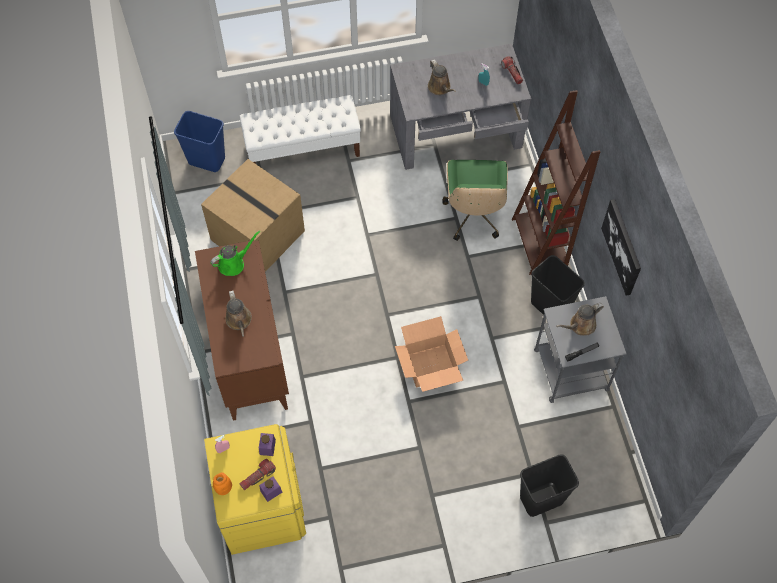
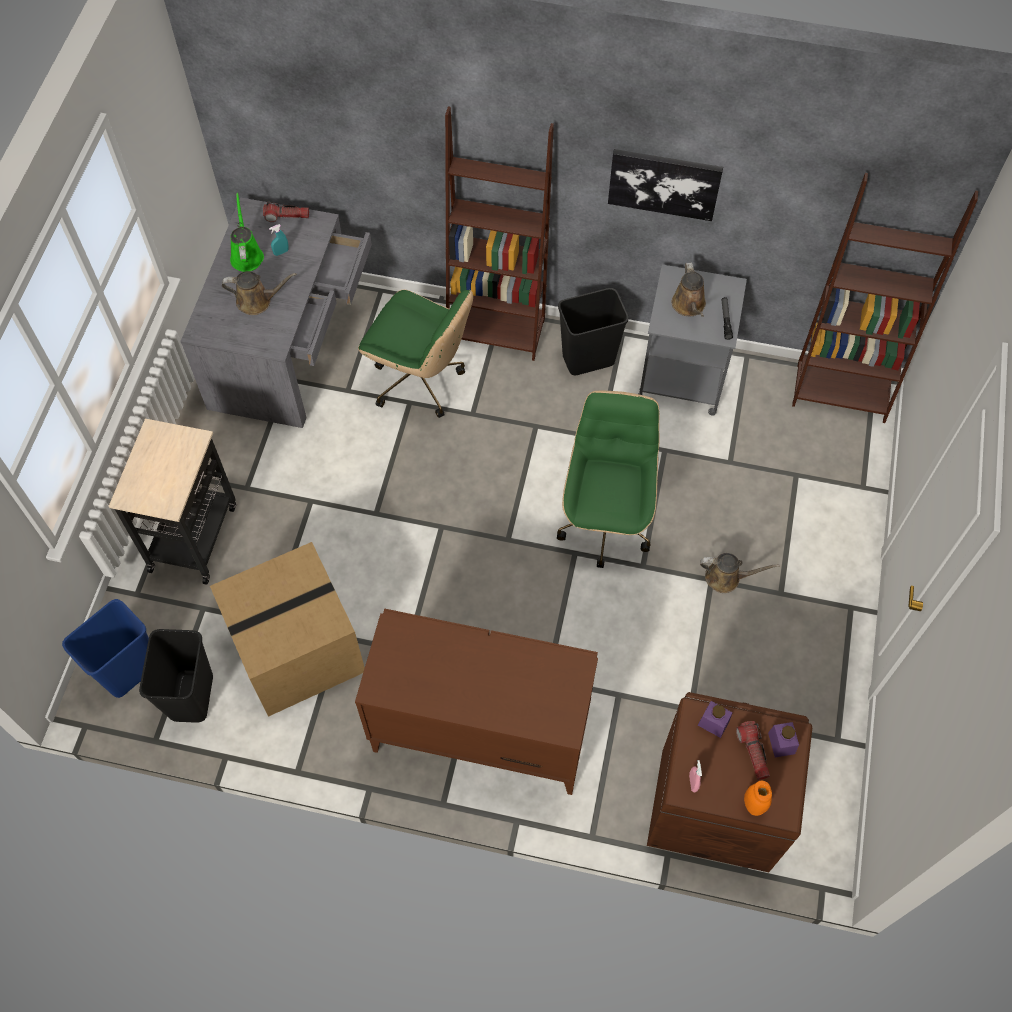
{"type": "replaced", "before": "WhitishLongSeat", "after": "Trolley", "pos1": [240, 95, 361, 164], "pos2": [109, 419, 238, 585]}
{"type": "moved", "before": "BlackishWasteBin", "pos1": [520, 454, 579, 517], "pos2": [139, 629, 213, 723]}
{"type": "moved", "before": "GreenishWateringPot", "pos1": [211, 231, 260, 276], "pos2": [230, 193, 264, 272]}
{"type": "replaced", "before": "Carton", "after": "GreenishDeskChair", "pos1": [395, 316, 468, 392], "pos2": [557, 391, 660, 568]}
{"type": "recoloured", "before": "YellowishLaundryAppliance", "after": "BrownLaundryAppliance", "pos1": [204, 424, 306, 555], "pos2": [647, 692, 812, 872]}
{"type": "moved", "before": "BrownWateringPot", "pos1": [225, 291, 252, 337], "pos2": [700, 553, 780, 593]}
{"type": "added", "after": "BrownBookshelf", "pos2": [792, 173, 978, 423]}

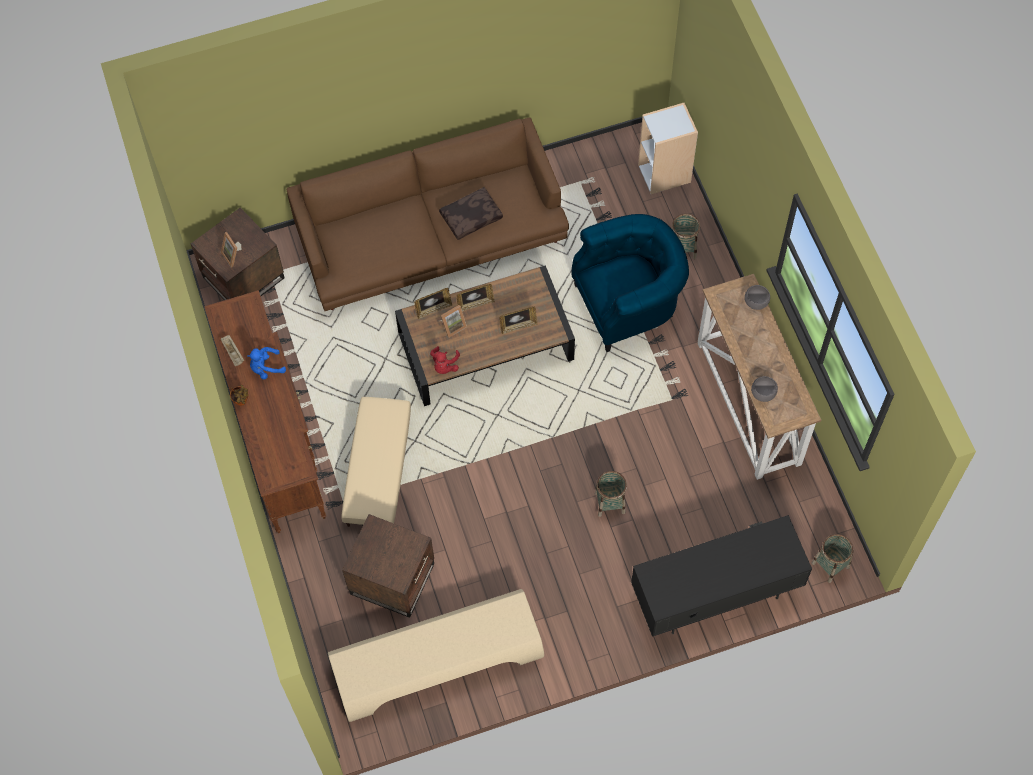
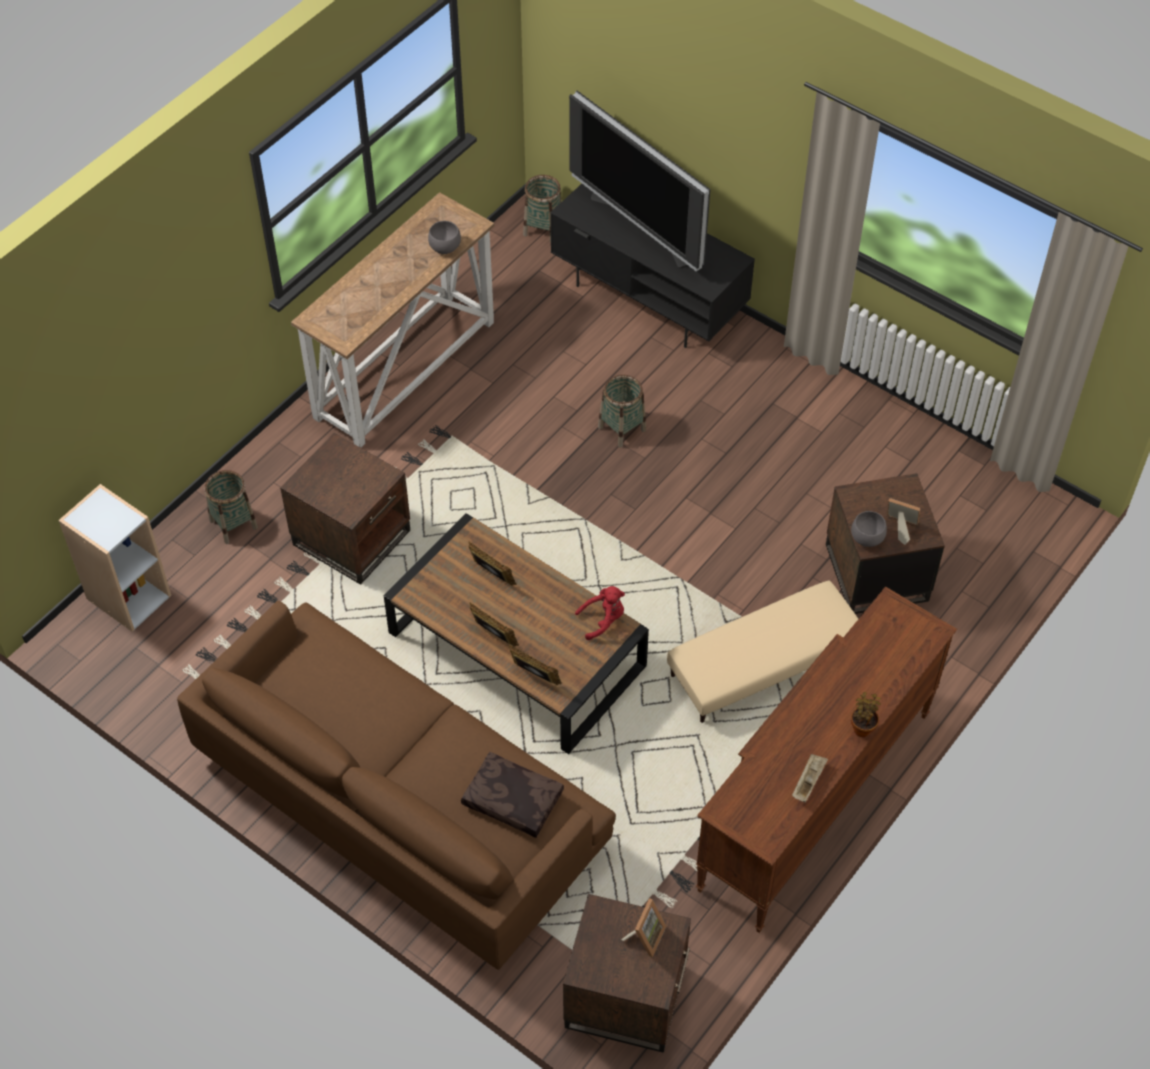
{"type": "replaced", "before": "BluishLoungeChair", "after": "BrownEndTable", "pos1": [572, 214, 689, 352], "pos2": [280, 433, 410, 585]}
{"type": "moved", "before": "BrownPillow", "pos1": [439, 187, 503, 240], "pos2": [461, 752, 564, 838]}
{"type": "added", "after": "Television", "pos2": [569, 91, 710, 272]}
{"type": "moved", "before": "GreyishDeepDish", "pos1": [745, 285, 770, 310], "pos2": [851, 511, 887, 547]}
{"type": "moved", "before": "PhotoFrame", "pos1": [439, 305, 467, 338], "pos2": [887, 498, 920, 545]}
{"type": "removed", "before": "BluishCuddlyToy", "pos1": [247, 347, 286, 379]}
{"type": "removed", "before": "BeigeColouredLongSeat", "pos1": [328, 589, 544, 722]}

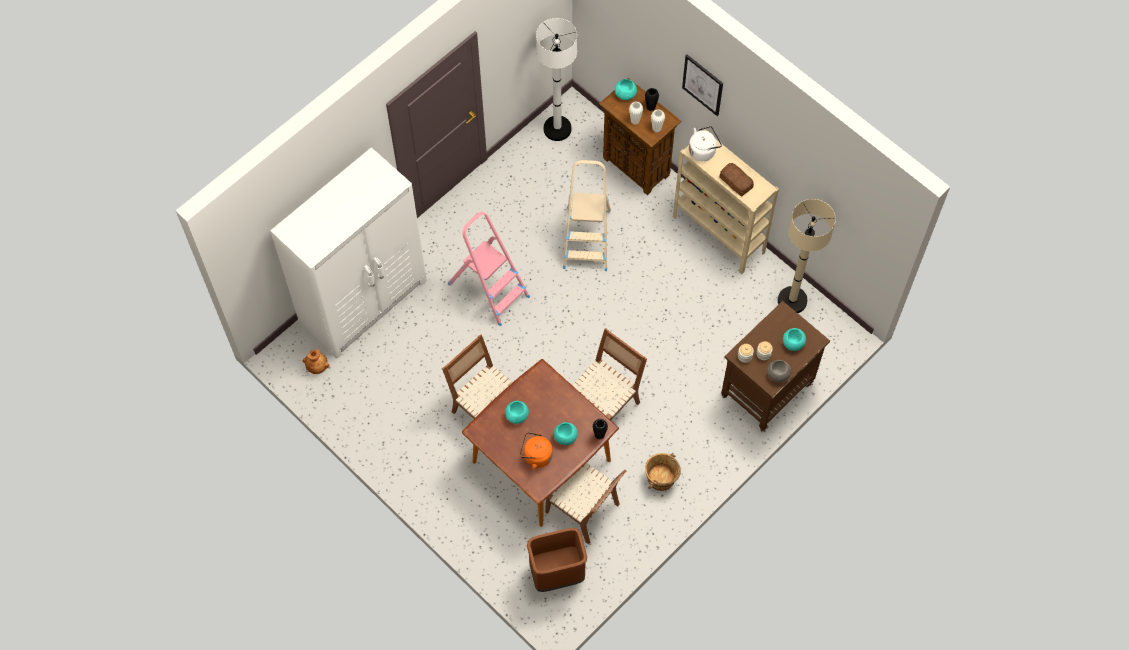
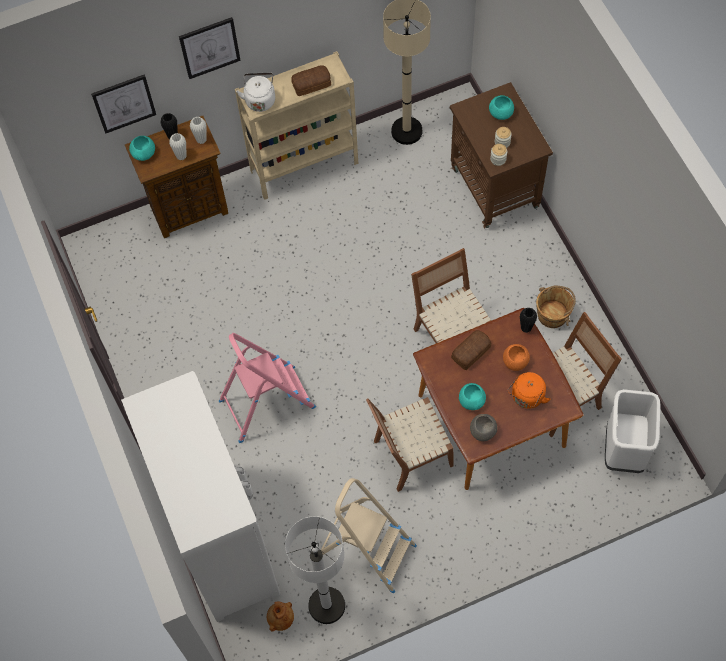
{"type": "added", "after": "Picture", "pos2": [91, 74, 156, 134]}
{"type": "moved", "before": "WhitishFloorLamp", "pos1": [536, 18, 577, 141], "pos2": [285, 516, 345, 624]}
{"type": "moved", "before": "BeigeColouredStepladder", "pos1": [563, 160, 611, 271], "pos2": [321, 478, 417, 593]}
{"type": "added", "after": "BakedBread", "pos2": [451, 330, 491, 370]}
{"type": "moved", "before": "GreyishDeepDish", "pos1": [767, 360, 791, 382], "pos2": [470, 414, 497, 441]}
{"type": "recoloured", "before": "BlueGreenDeepDish", "after": "OrangeDeepDish", "pos1": [554, 422, 578, 445], "pos2": [503, 344, 530, 371]}
{"type": "recoloured", "before": "BrownWasteBin", "after": "WhitishWasteBin", "pos1": [527, 528, 587, 592], "pos2": [605, 389, 661, 473]}

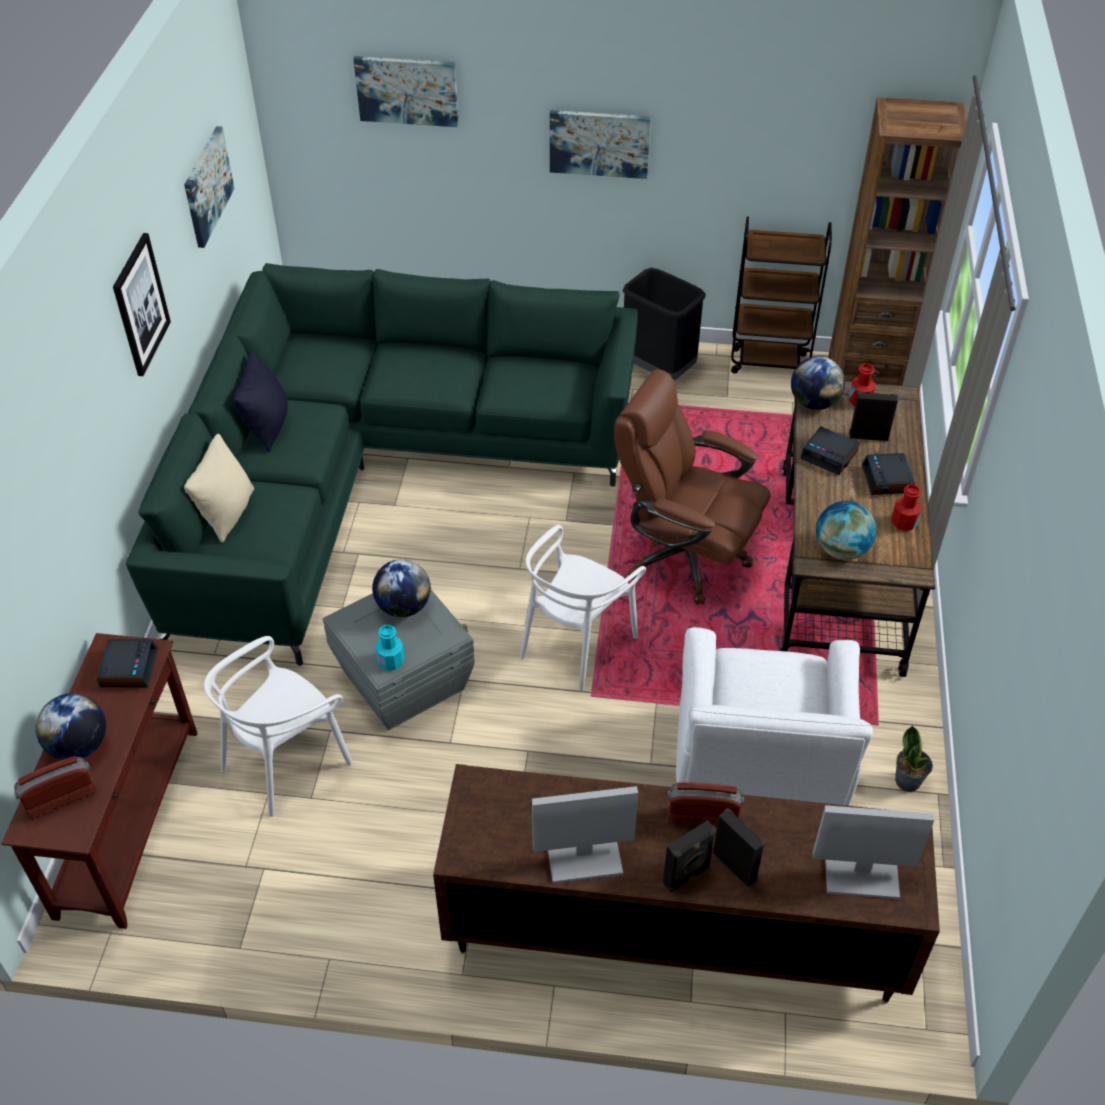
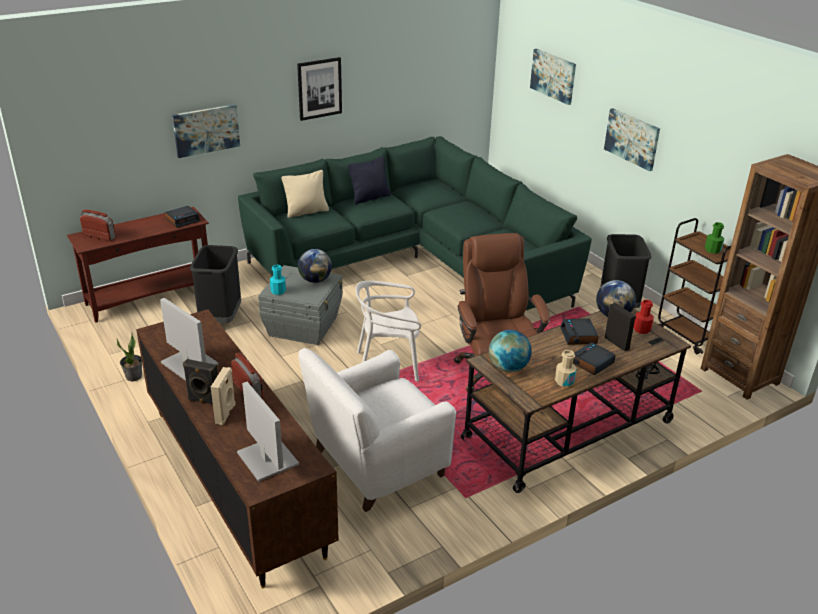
{"type": "moved", "before": "PlantInAPot", "pos1": [895, 725, 933, 792], "pos2": [117, 333, 142, 381]}
{"type": "moved", "before": "Picture", "pos1": [184, 126, 234, 248], "pos2": [172, 104, 240, 158]}
{"type": "replaced", "before": "WhitishUprightChair", "after": "BlackishWasteBin", "pos1": [204, 636, 353, 817], "pos2": [190, 245, 241, 323]}
{"type": "recoloured", "before": "BlackishAudioSpeaker", "after": "BeigeColouredAudioSpeaker", "pos1": [713, 808, 765, 887], "pos2": [211, 367, 236, 425]}
{"type": "recoloured", "before": "RedBottle", "after": "BeigeColouredBottle", "pos1": [892, 484, 921, 531], "pos2": [555, 350, 577, 387]}
{"type": "added", "after": "GreenishBottle", "pos2": [705, 222, 724, 254]}
{"type": "removed", "before": "DeskGlobe", "pos1": [36, 693, 106, 760]}

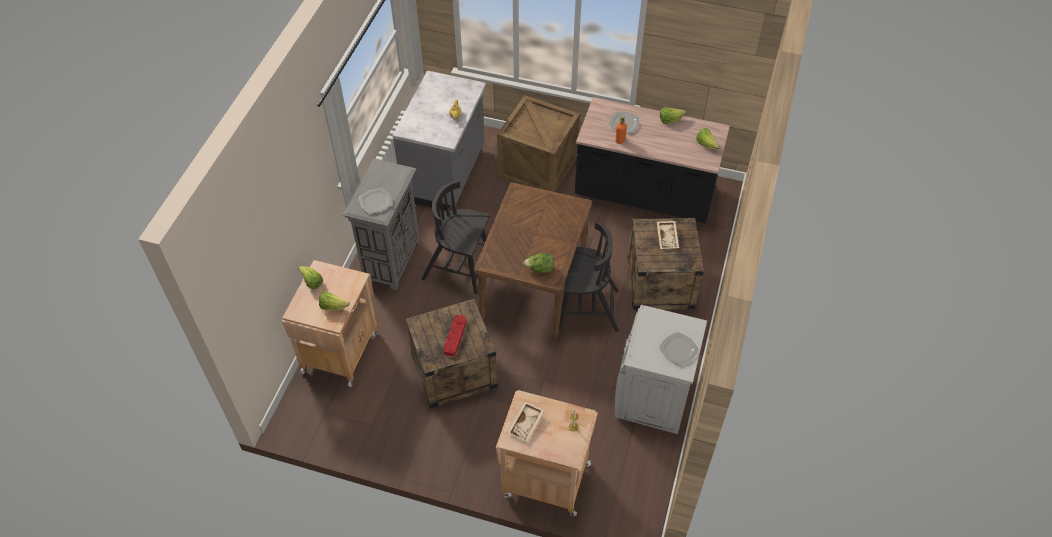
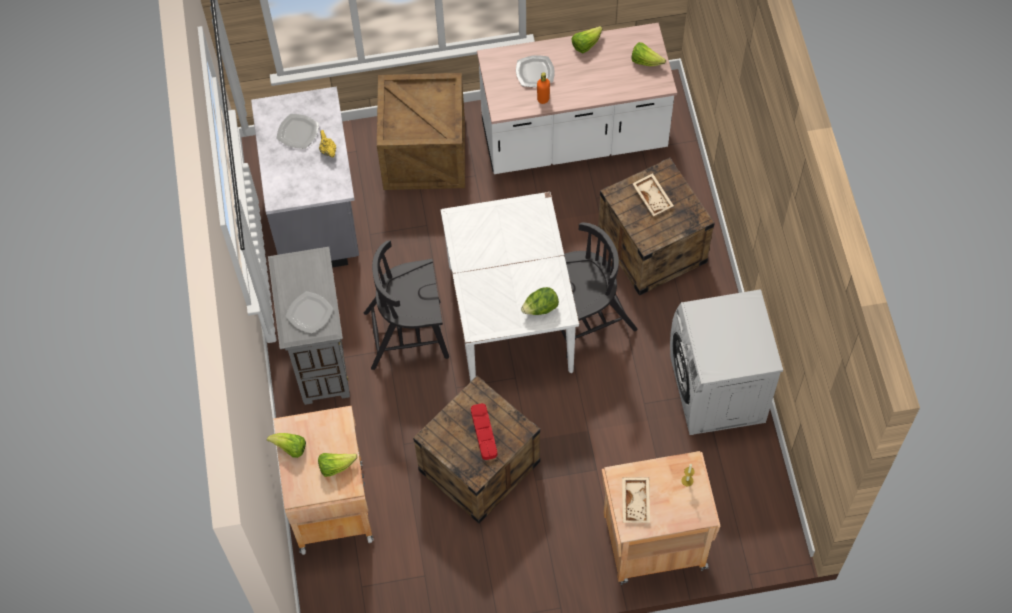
{"type": "moved", "before": "Plate", "pos1": [659, 332, 699, 366], "pos2": [276, 114, 319, 149]}
{"type": "recoloured", "before": "BrownDiningTable", "after": "WhitishDiningTable", "pos1": [474, 182, 592, 340], "pos2": [440, 192, 580, 382]}
{"type": "recoloured", "before": "BlackishKitchenBaseUnit", "after": "WhitishKitchenBaseUnit", "pos1": [575, 97, 730, 223], "pos2": [477, 23, 677, 174]}

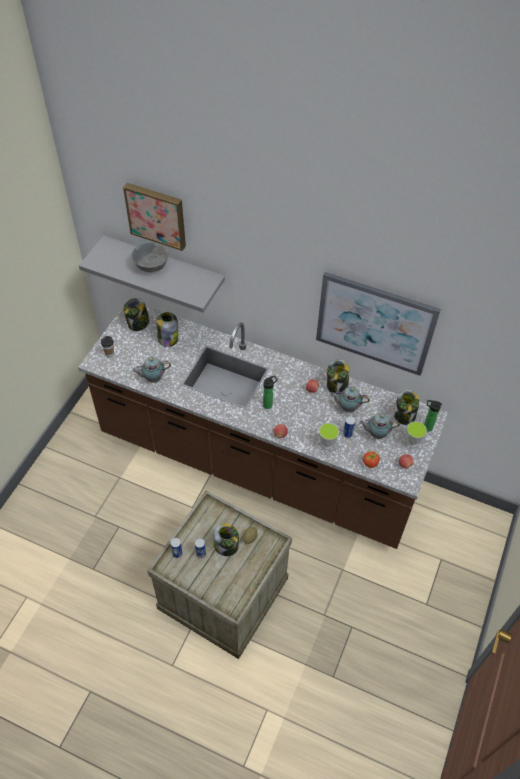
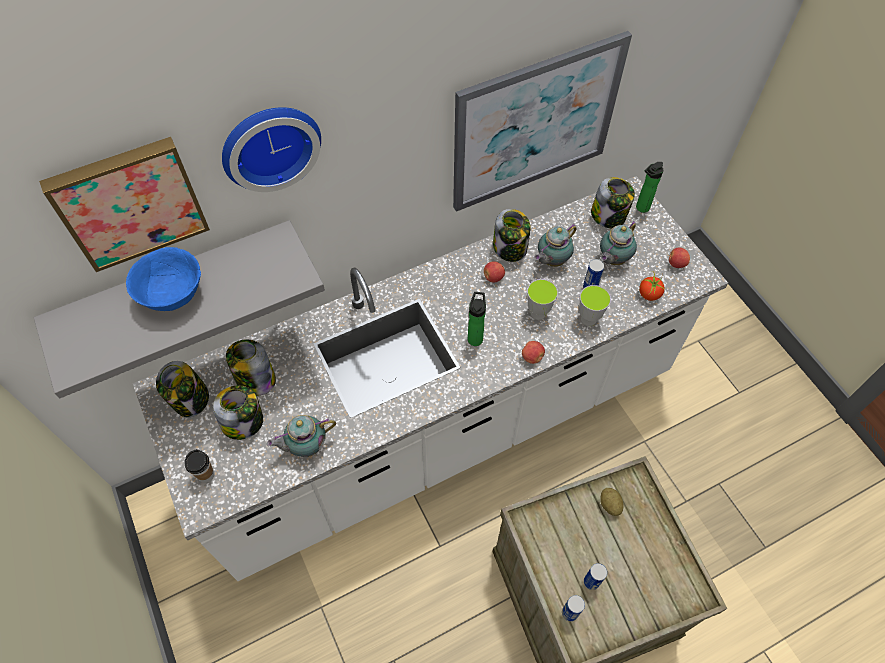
{"type": "recoloured", "before": "GreyishDeepDish", "after": "BluishDeepDish", "pos1": [131, 242, 169, 272], "pos2": [126, 247, 201, 311]}
{"type": "recoloured", "before": "BrownKitchenBaseUnit", "after": "WhitishKitchenBaseUnit", "pos1": [78, 299, 448, 549], "pos2": [133, 176, 728, 581]}
{"type": "moved", "before": "Jar", "pos1": [213, 524, 239, 556], "pos2": [213, 385, 263, 440]}
{"type": "added", "after": "WallClock", "pos2": [222, 107, 321, 192]}
{"type": "turned", "before": "PotForTea", "pos1": [132, 357, 171, 383], "pos2": [267, 415, 336, 457], "turn": 45}
{"type": "moved", "before": "Cup", "pos1": [406, 421, 427, 448], "pos2": [527, 279, 558, 320]}

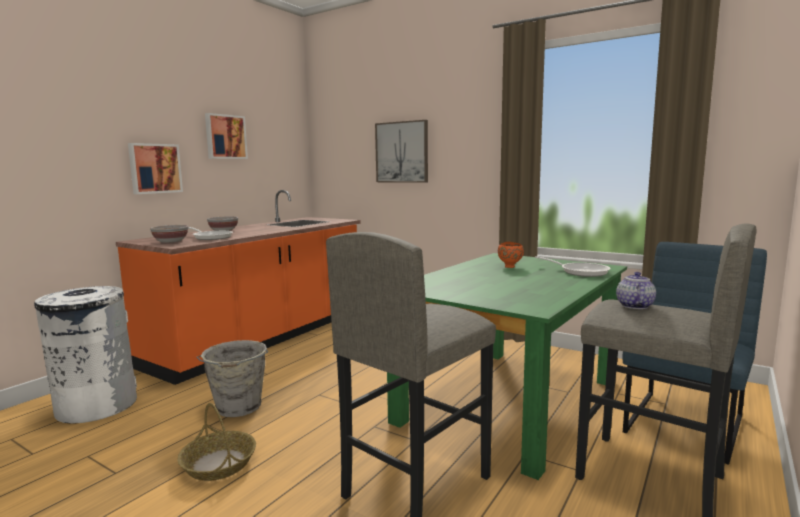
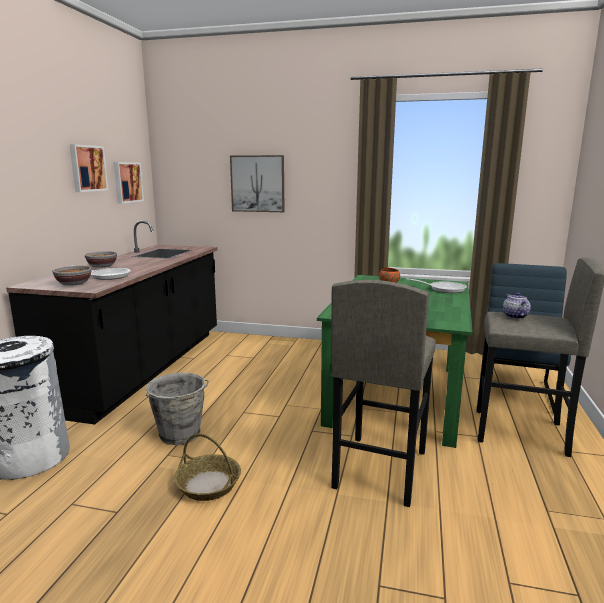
{"type": "recoloured", "before": "OrangeKitchenBaseUnit", "after": "BlackishKitchenBaseUnit", "pos1": [116, 190, 361, 385], "pos2": [6, 221, 217, 425]}
{"type": "moved", "before": "Picture", "pos1": [128, 143, 183, 194], "pos2": [114, 162, 144, 204]}

